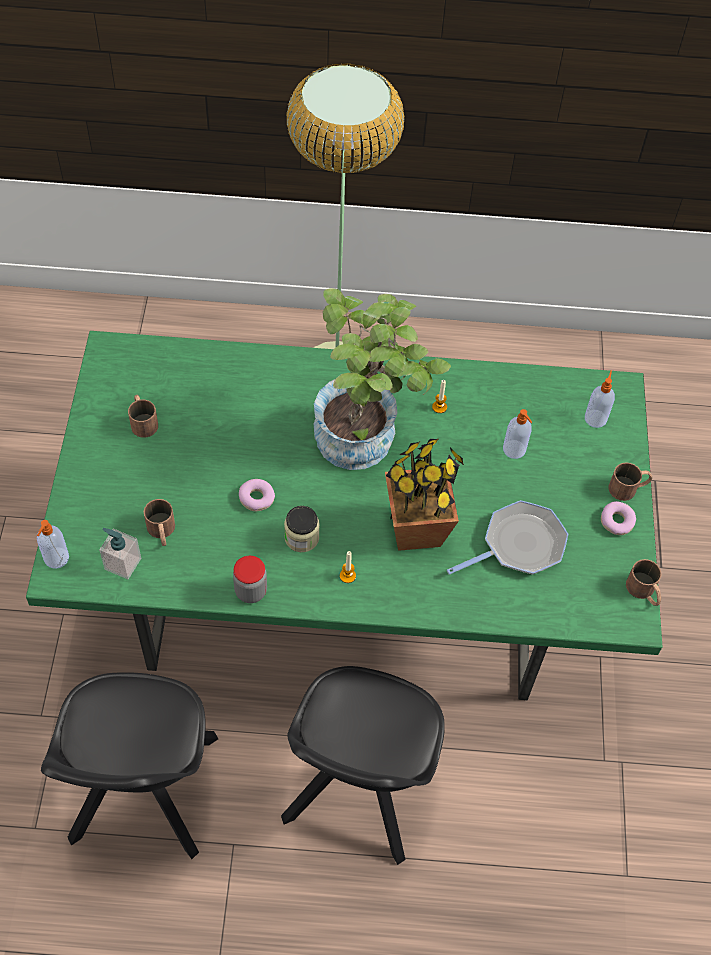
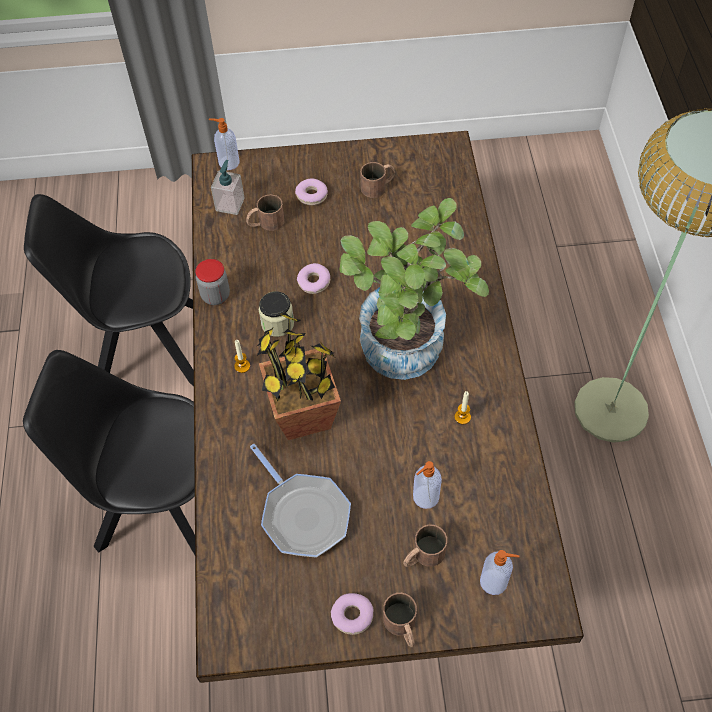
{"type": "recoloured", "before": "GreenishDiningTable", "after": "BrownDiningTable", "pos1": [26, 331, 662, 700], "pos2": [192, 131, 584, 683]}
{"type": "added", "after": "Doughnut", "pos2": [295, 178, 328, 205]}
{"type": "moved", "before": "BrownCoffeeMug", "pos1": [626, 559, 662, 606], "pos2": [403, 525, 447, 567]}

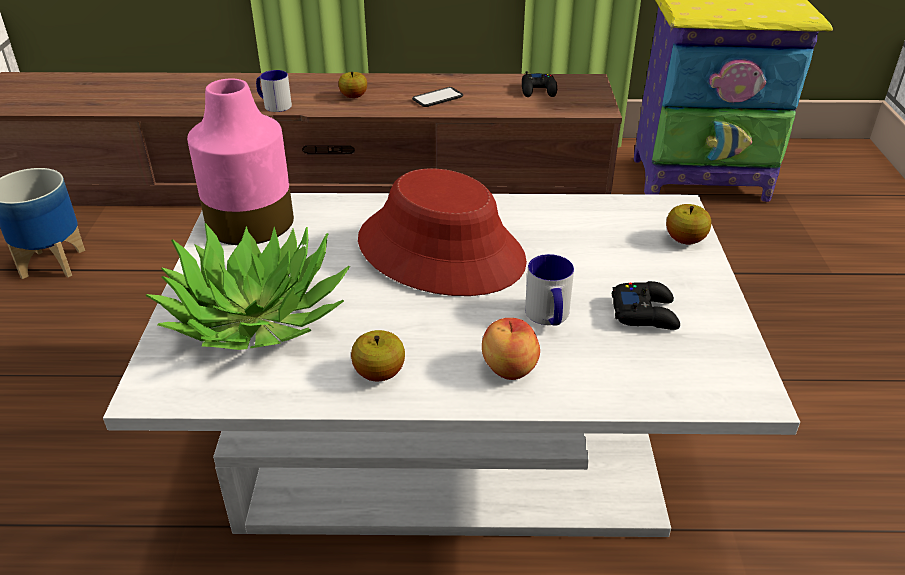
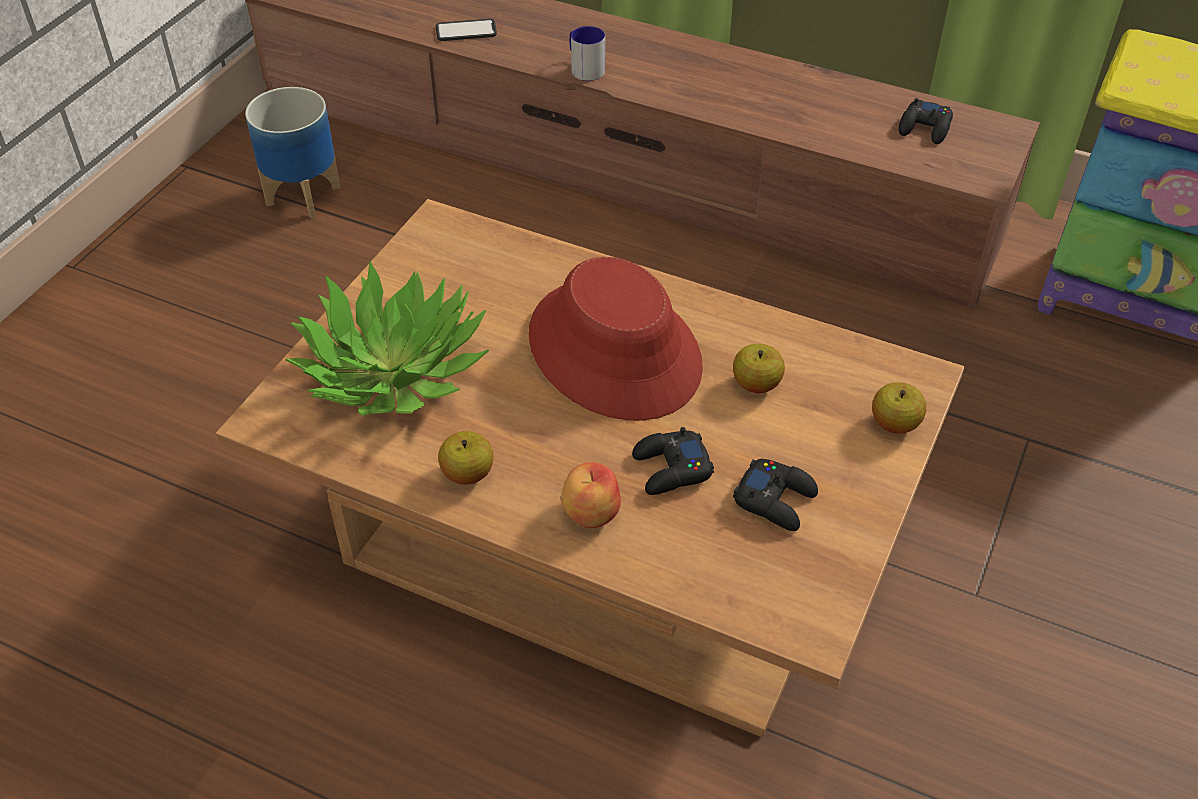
{"type": "recoloured", "before": "WhitishLoungeTable", "after": "BrownLoungeTable", "pos1": [103, 193, 800, 537], "pos2": [216, 199, 964, 738]}
{"type": "moved", "before": "Telephone", "pos1": [412, 87, 463, 107], "pos2": [436, 19, 497, 41]}
{"type": "replaced", "before": "CoffeeMug", "after": "BlackishGamepad", "pos1": [525, 254, 574, 326], "pos2": [632, 427, 714, 495]}
{"type": "moved", "before": "WholeApple", "pos1": [338, 72, 367, 98], "pos2": [733, 344, 785, 393]}
{"type": "removed", "before": "PinkColouredFlowerVase", "pos1": [187, 78, 294, 245]}

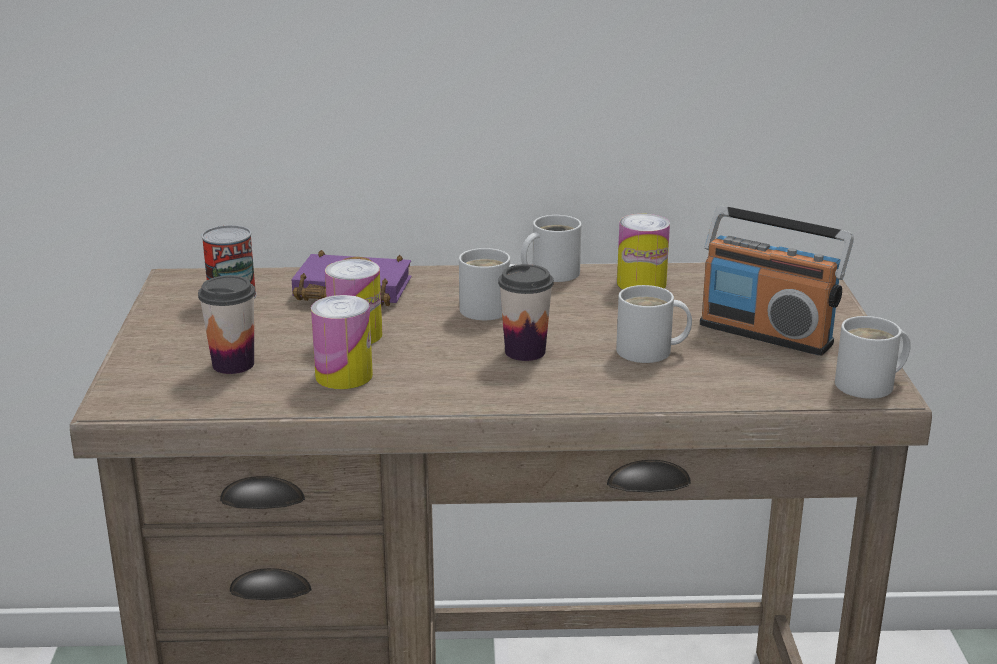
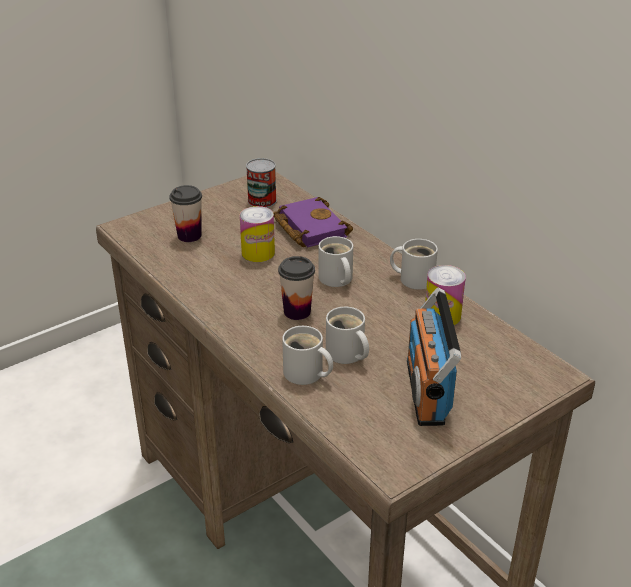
{"type": "moved", "before": "WhitishCoffeeMug", "pos1": [835, 316, 911, 399], "pos2": [282, 326, 333, 385]}
{"type": "removed", "before": "MetalCan", "pos1": [311, 295, 373, 389]}

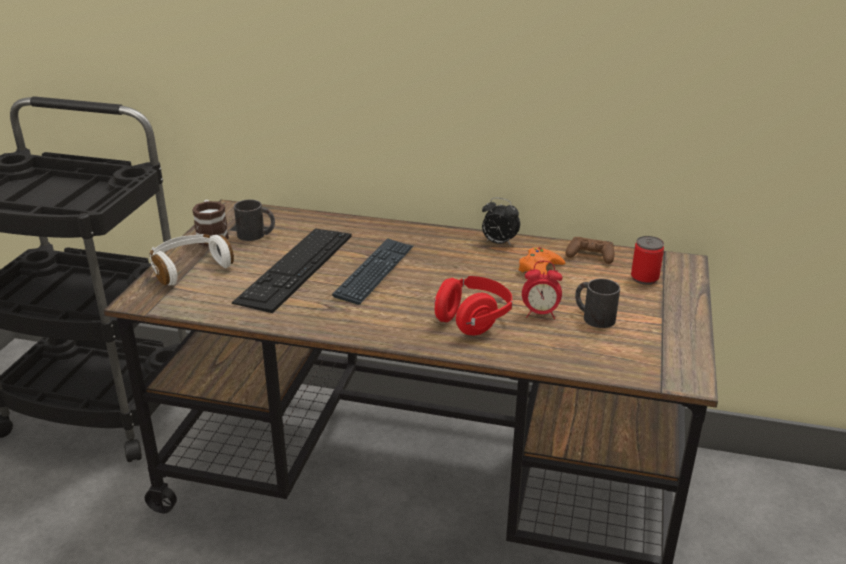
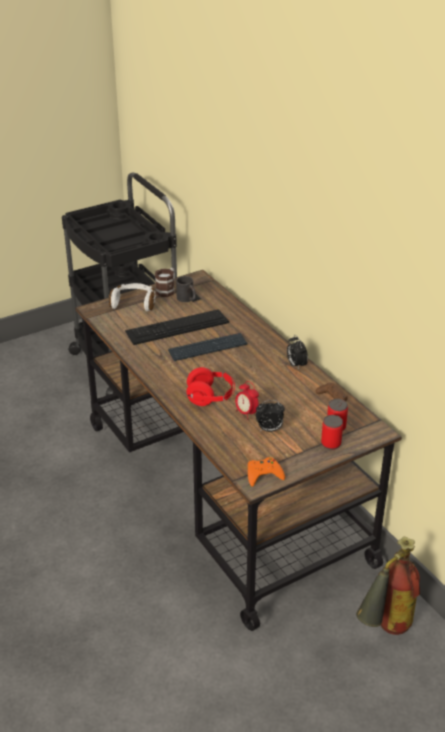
{"type": "moved", "before": "OrangeGamepad", "pos1": [519, 247, 565, 275], "pos2": [248, 457, 285, 487]}
{"type": "replaced", "before": "BlackishCoffeeMug", "after": "BedsideClock", "pos1": [575, 278, 620, 328], "pos2": [256, 400, 285, 432]}
{"type": "added", "after": "MetalCan", "pos2": [321, 415, 343, 450]}
{"type": "added", "after": "FireExtinguisher", "pos2": [356, 537, 420, 635]}

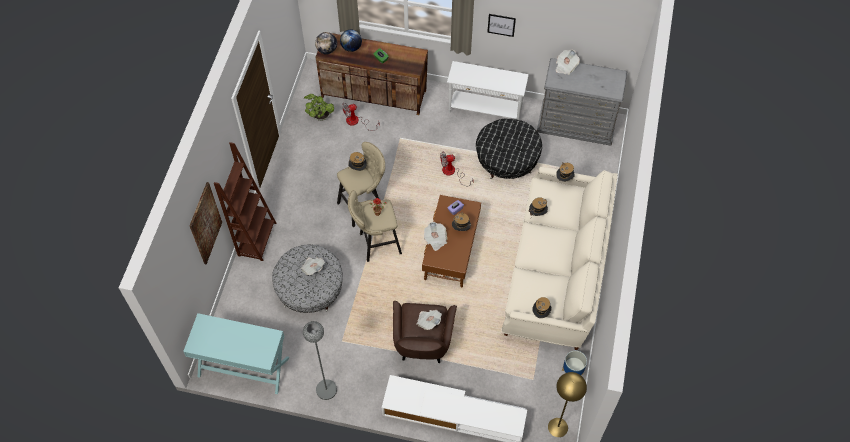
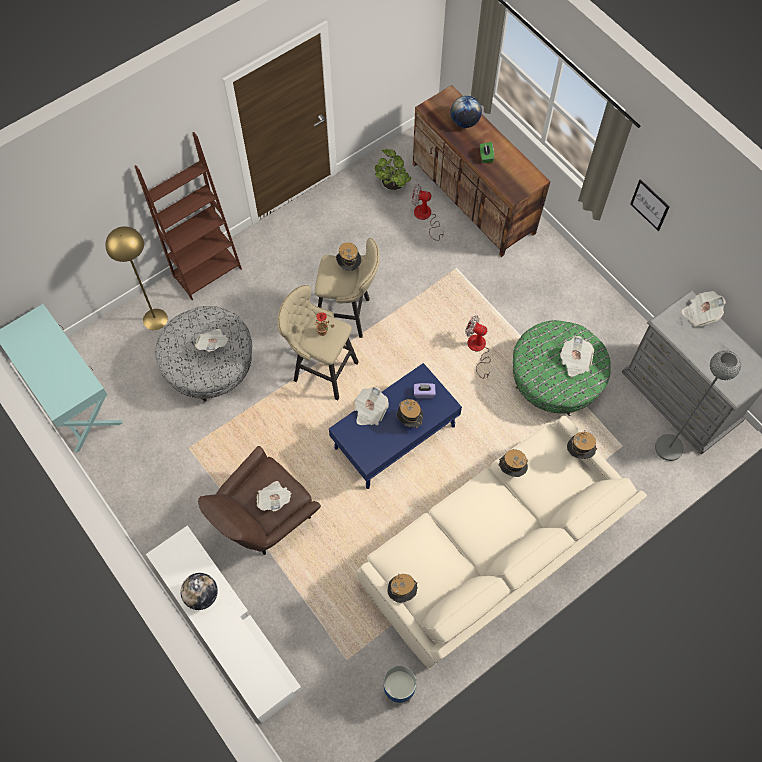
{"type": "moved", "before": "YellowishFloorLamp", "pos1": [548, 372, 587, 437], "pos2": [105, 226, 168, 330]}
{"type": "moved", "before": "DeskGlobe", "pos1": [315, 32, 337, 55], "pos2": [181, 573, 218, 610]}
{"type": "recoloured", "before": "BrownLoungeTable", "after": "BluishLoungeTable", "pos1": [422, 195, 481, 288], "pos2": [329, 363, 462, 489]}
{"type": "recoloured", "before": "BlackishOttoman", "after": "GreenishOttoman", "pos1": [476, 119, 542, 179], "pos2": [513, 320, 611, 416]}
{"type": "added", "after": "PrintedPaper", "pos2": [560, 336, 594, 377]}
{"type": "moved", "before": "GreyishFloorLamp", "pos1": [303, 321, 337, 400], "pos2": [655, 350, 741, 461]}
{"type": "removed", "before": "Picture", "pos1": [189, 182, 222, 264]}
{"type": "removed", "before": "WhitishHallTable", "pos1": [447, 61, 529, 120]}

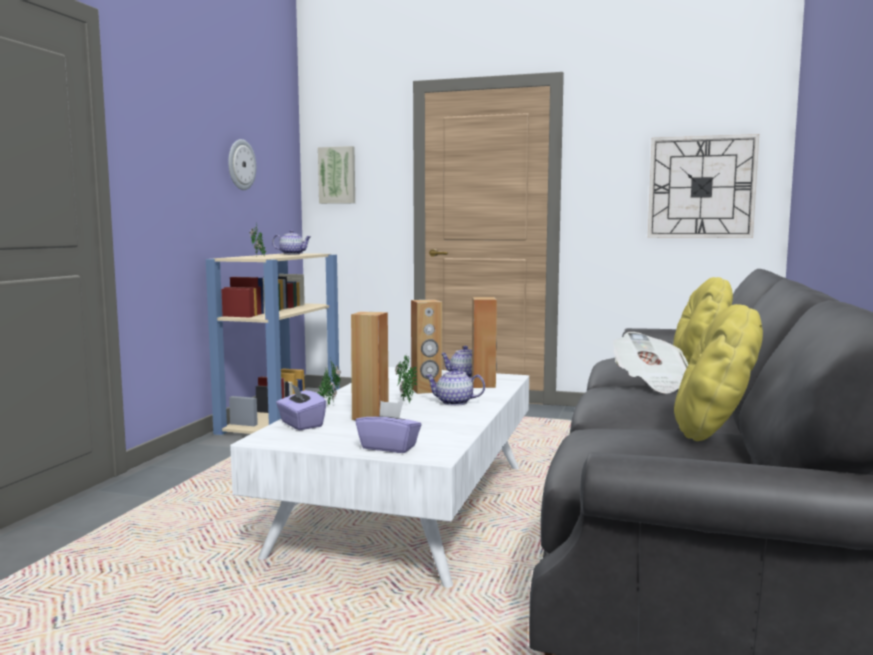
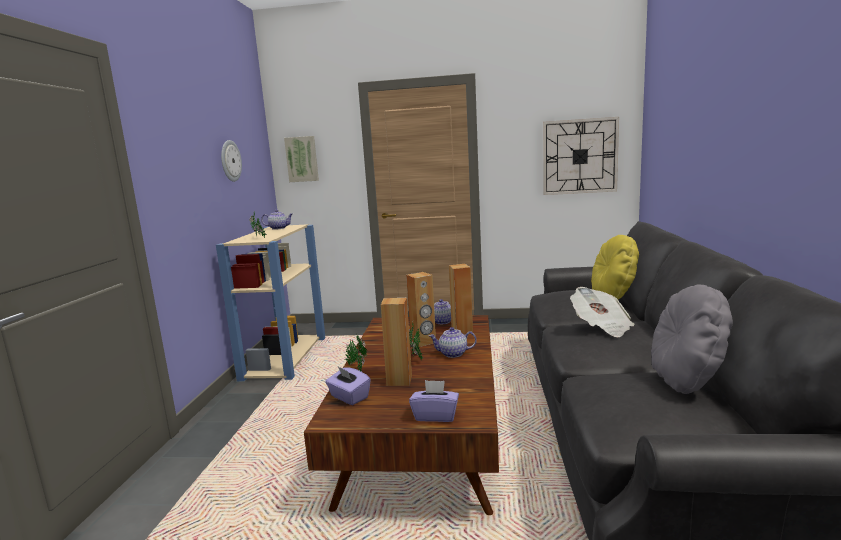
{"type": "recoloured", "before": "WhitishLoungeTable", "after": "BrownLoungeTable", "pos1": [230, 367, 529, 588], "pos2": [304, 315, 499, 515]}
{"type": "recoloured", "before": "YellowishPillow", "after": "GreyishPillow", "pos1": [674, 304, 763, 441], "pos2": [651, 284, 733, 394]}

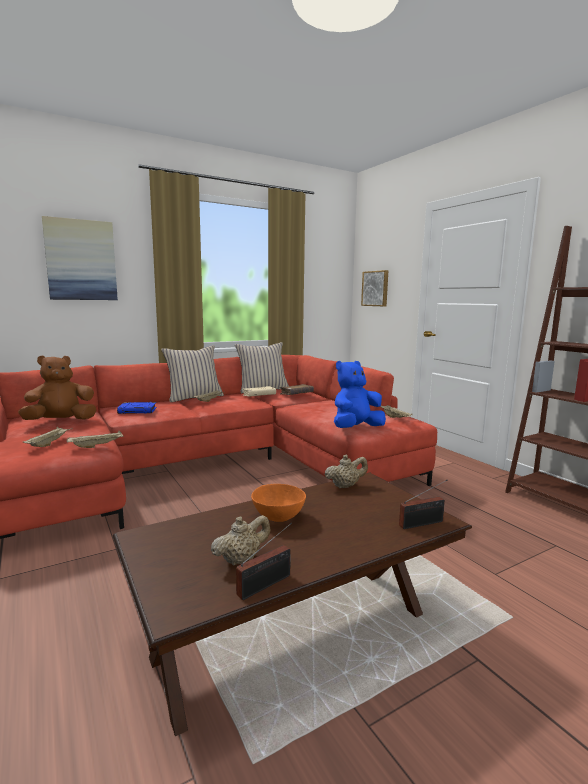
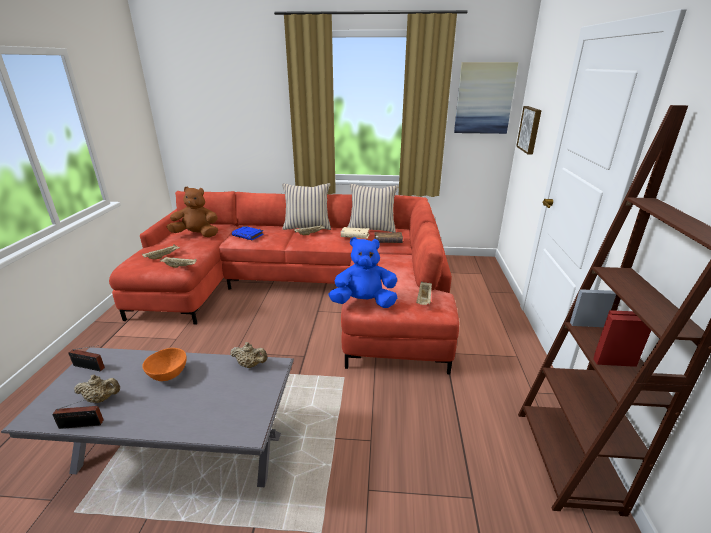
{"type": "recoloured", "before": "BrownLoungeTable", "after": "GreyishLoungeTable", "pos1": [113, 472, 472, 736], "pos2": [1, 347, 294, 487]}
{"type": "moved", "before": "RadioSet", "pos1": [399, 480, 447, 529], "pos2": [68, 345, 105, 371]}
{"type": "moved", "before": "Picture", "pos1": [42, 216, 118, 300], "pos2": [454, 62, 518, 134]}

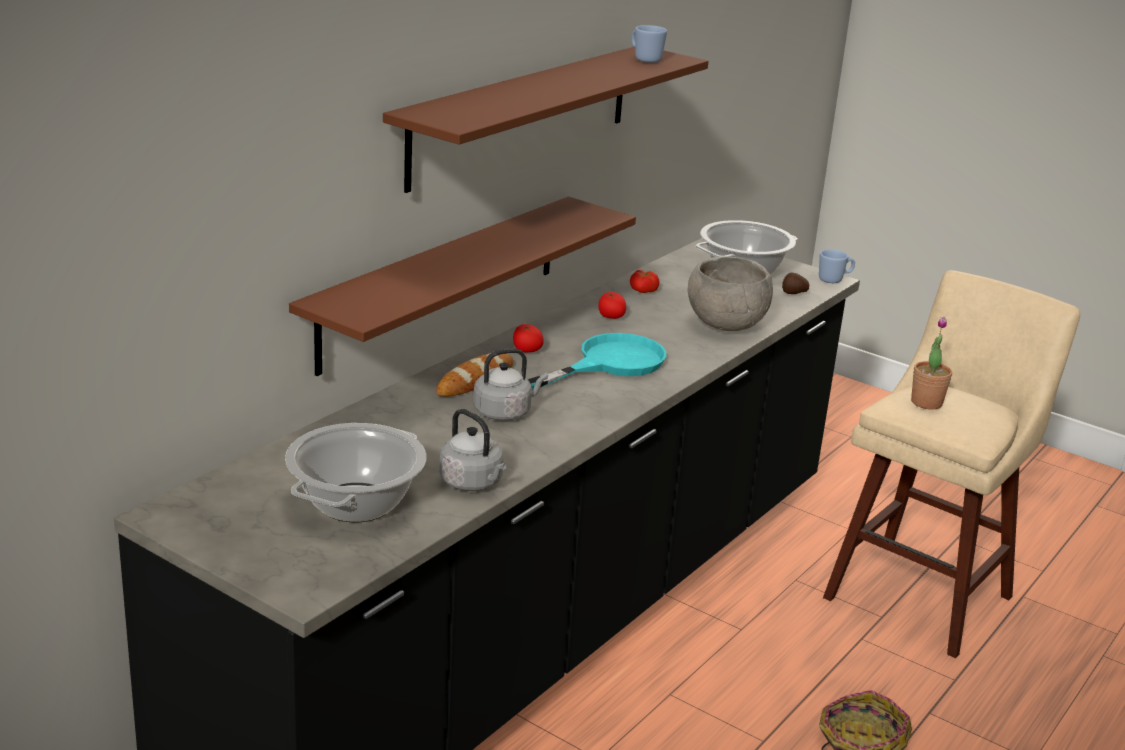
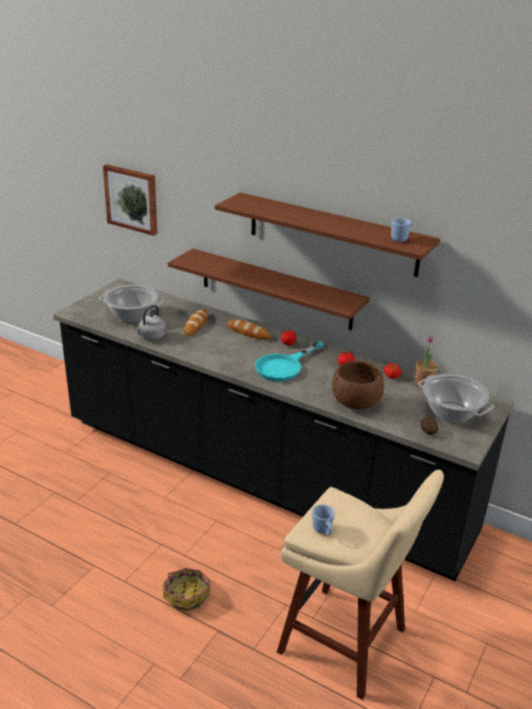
{"type": "added", "after": "Picture", "pos2": [103, 164, 157, 236]}
{"type": "added", "after": "BakedBread", "pos2": [184, 309, 208, 336]}
{"type": "turned", "before": "BlueGreenPan", "pos1": [527, 333, 666, 389], "pos2": [255, 341, 324, 381], "turn": 90}
{"type": "moved", "before": "BluishCoffeeMug", "pos1": [819, 249, 855, 283], "pos2": [312, 505, 335, 535]}
{"type": "recoloured", "before": "GreyishDeepDish", "after": "BrownDeepDish", "pos1": [688, 256, 773, 331], "pos2": [332, 361, 384, 410]}
{"type": "moved", "before": "PlantInAPot", "pos1": [911, 317, 952, 410], "pos2": [415, 336, 438, 388]}
{"type": "removed", "before": "GreyishKettle", "pos1": [473, 348, 548, 421]}

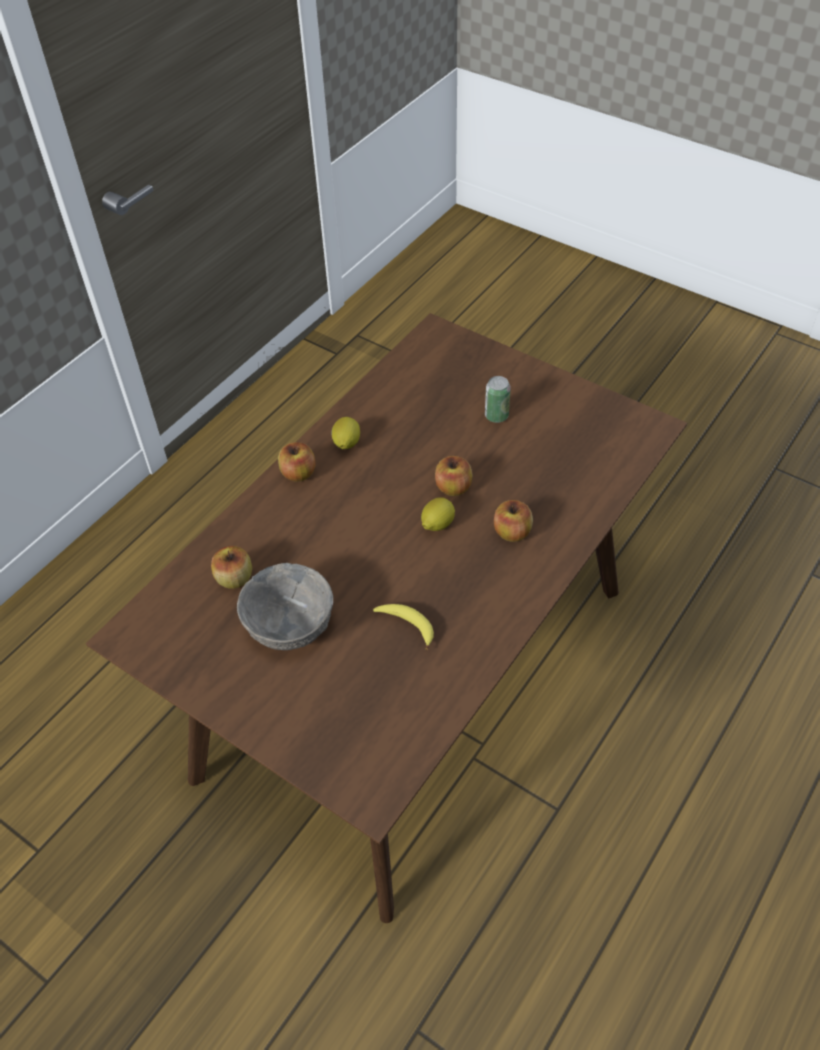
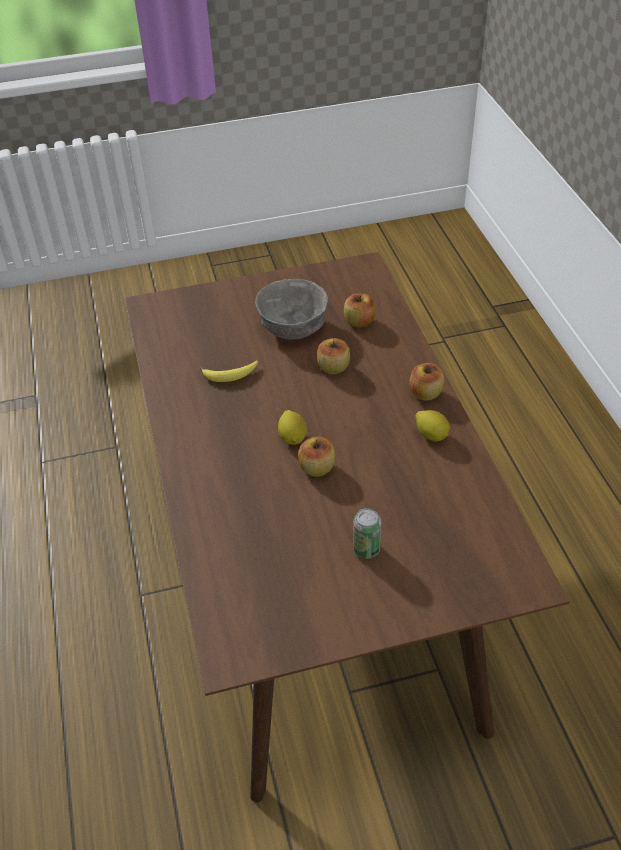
{"type": "moved", "before": "WholeApple", "pos1": [494, 500, 533, 542], "pos2": [317, 338, 350, 374]}

